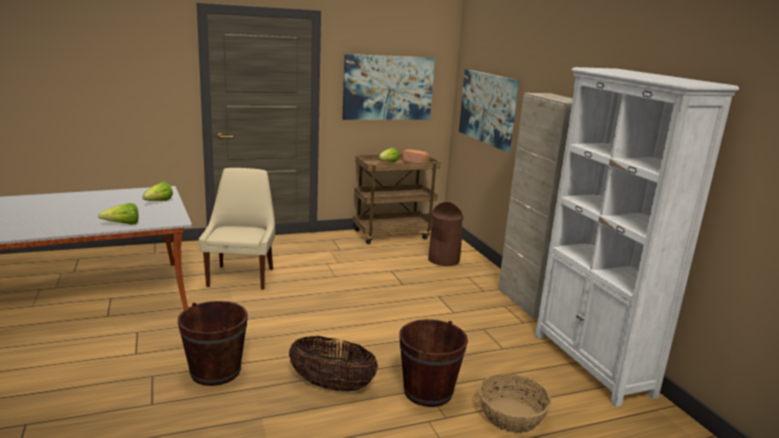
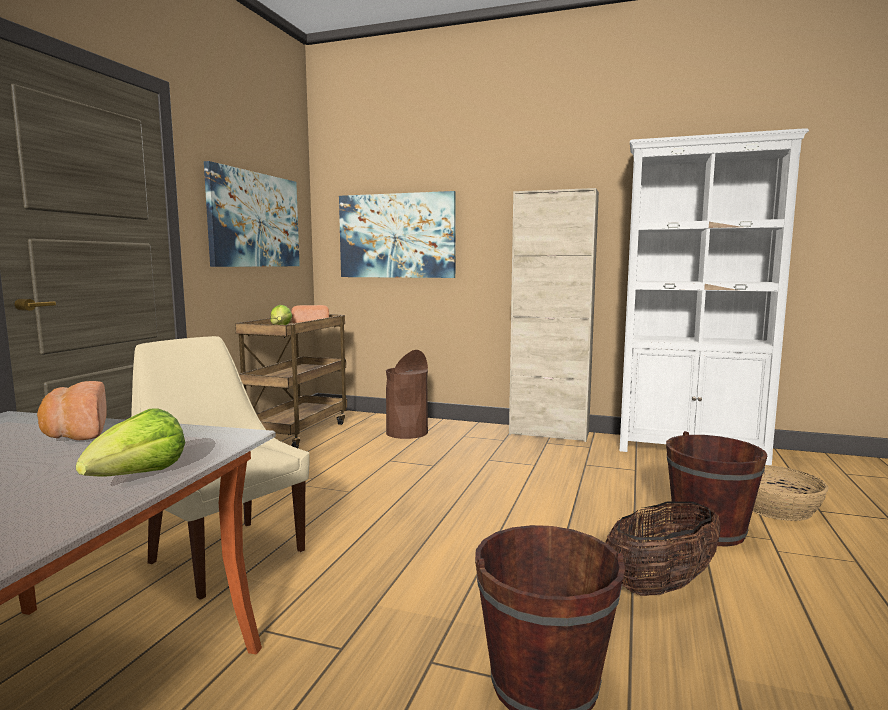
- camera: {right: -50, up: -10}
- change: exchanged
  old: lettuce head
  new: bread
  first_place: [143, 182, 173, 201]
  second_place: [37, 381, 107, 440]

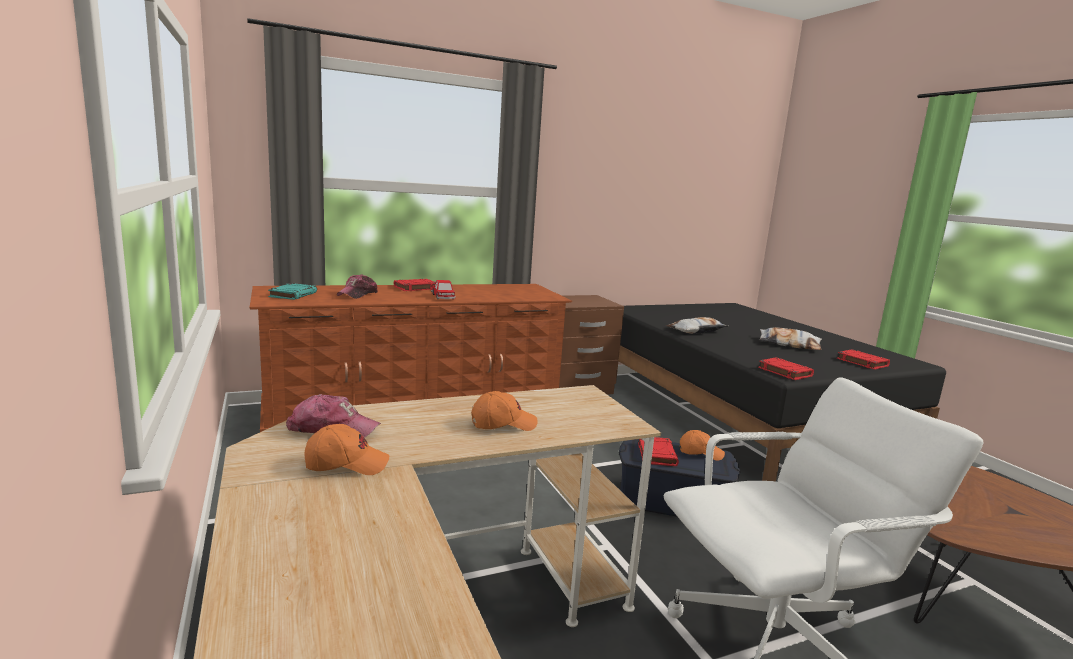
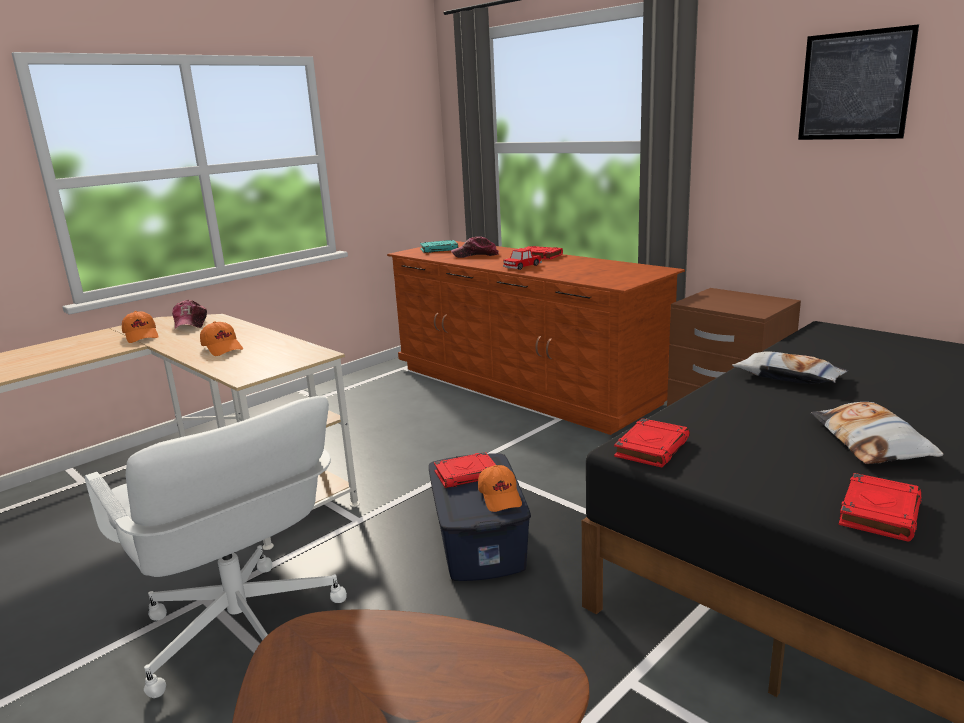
- camera: {right: 70, up: 5}
- change: appeared
  new: picture
  second_place: [798, 24, 919, 140]

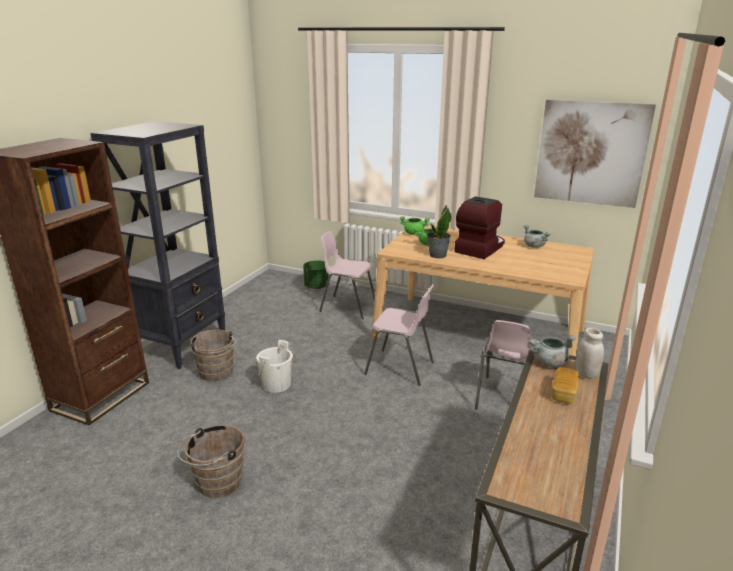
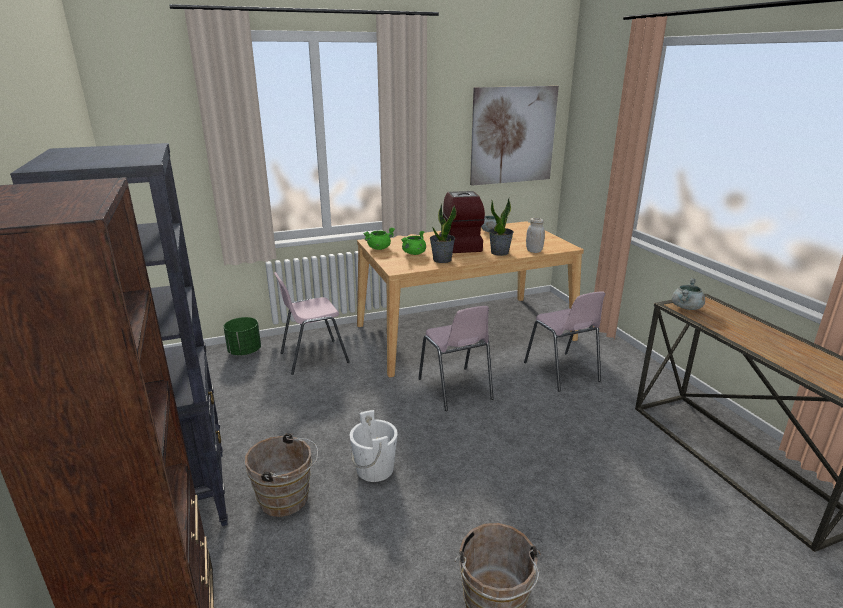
- camera: {right: -45, up: 0}
- change: spun
  old: chair/pinkish
  first_place: [364, 284, 435, 386]
  second_place: [418, 306, 494, 411]
  degrees: 90
- change: missing
  old: bread
  first_place: [552, 367, 579, 404]
- change: relocated
  old: preserve jar/white
  first_place: [576, 328, 604, 379]
  second_place: [526, 218, 545, 253]
- change: appeared
  new: houseplant
  second_place: [489, 198, 514, 256]

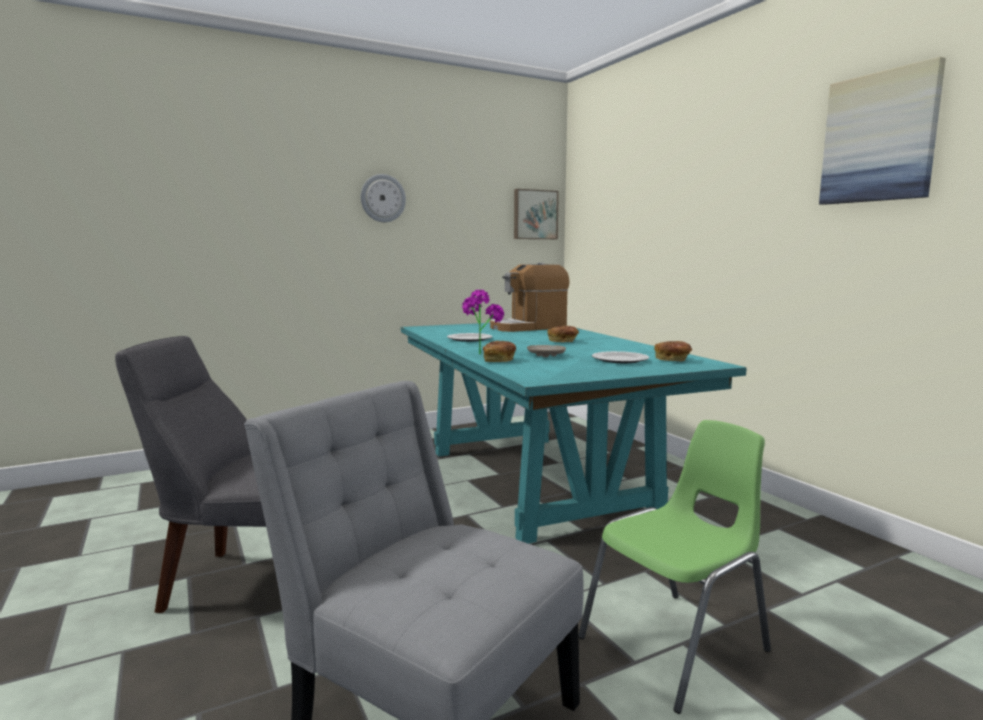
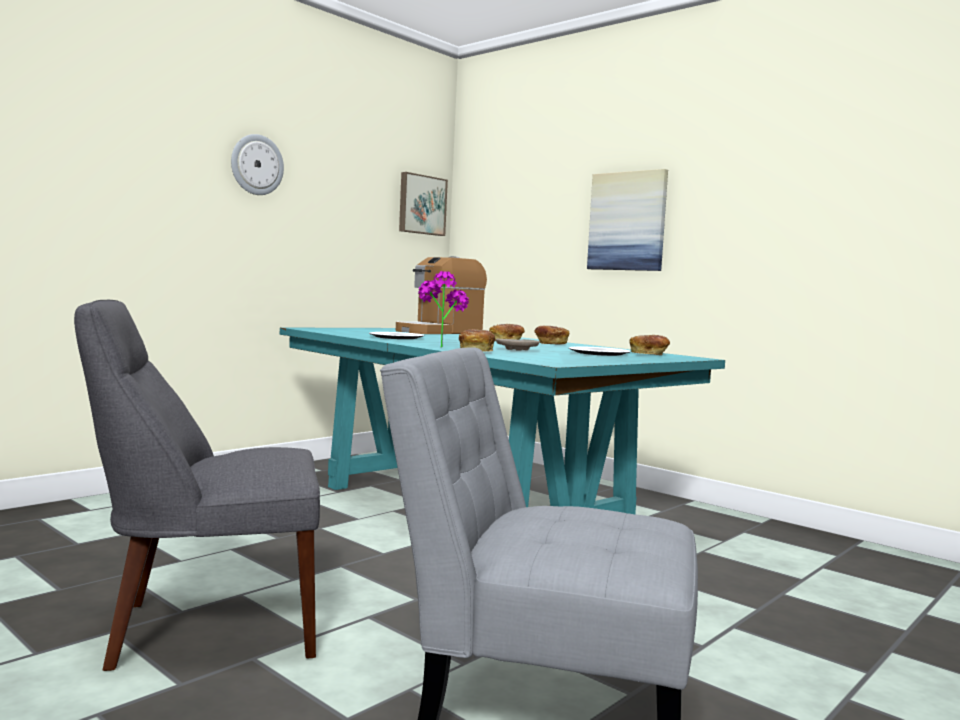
- camera: {right: -20, up: -5}
- change: missing
  old: chair/greenish
  first_place: [578, 420, 771, 714]
- change: relocated
  old: picture
  first_place: [819, 57, 946, 205]
  second_place: [587, 169, 668, 271]
- change: appeared
  new: bread
  second_place: [535, 326, 569, 345]

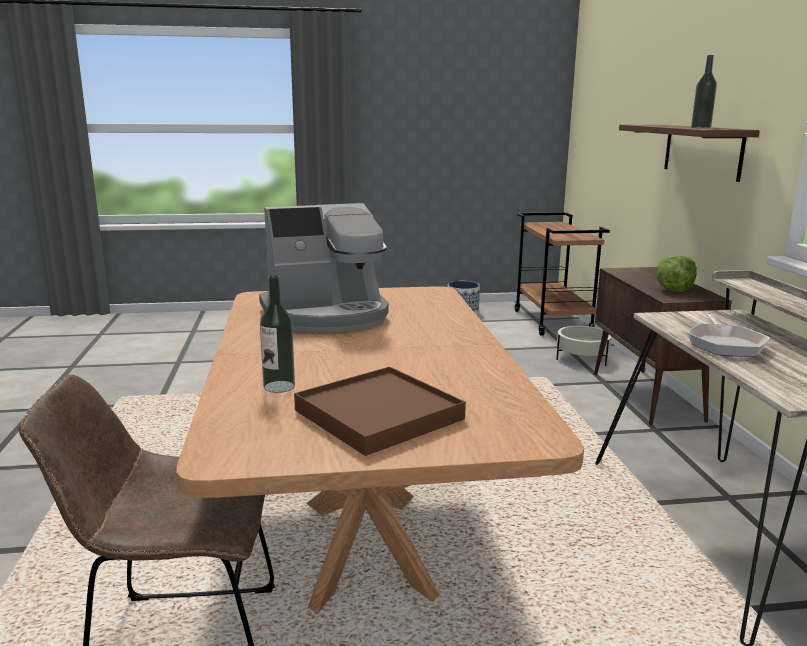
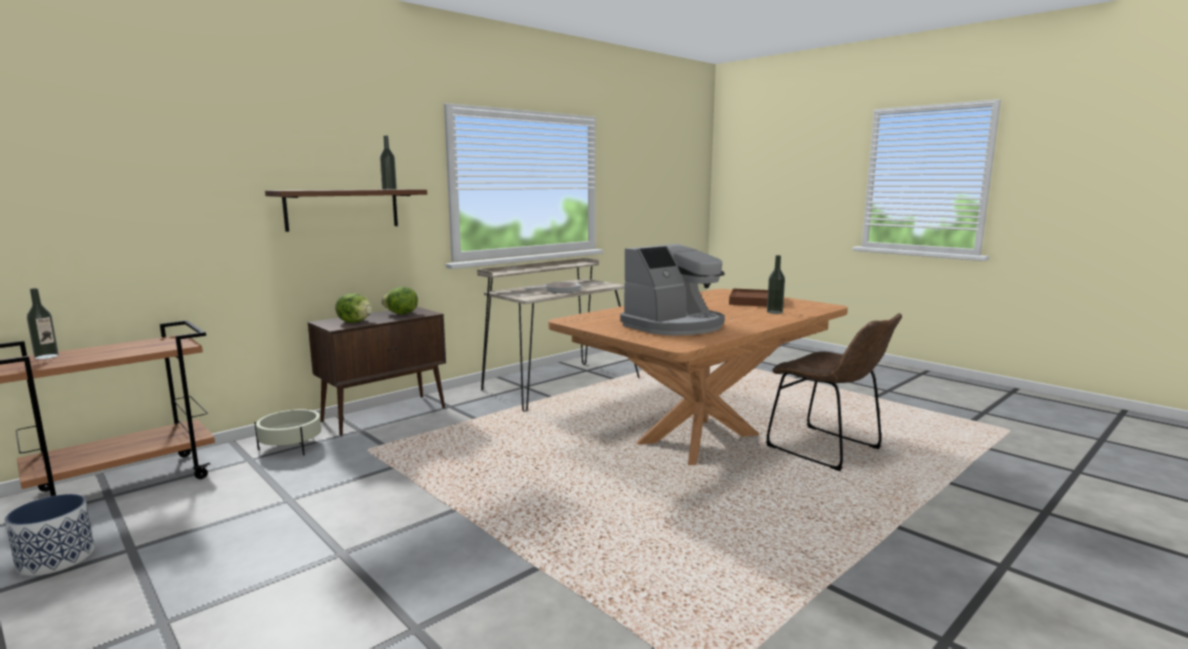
- camera: {right: -125, up: -5}
- change: spun
  old: coffee machine
  first_place: [259, 203, 389, 333]
  second_place: [620, 244, 725, 335]
  degrees: 105
- change: appeared
  new: beverage bottle
  second_place: [27, 288, 59, 359]
- change: appeared
  new: lettuce head
  second_place: [335, 293, 372, 323]

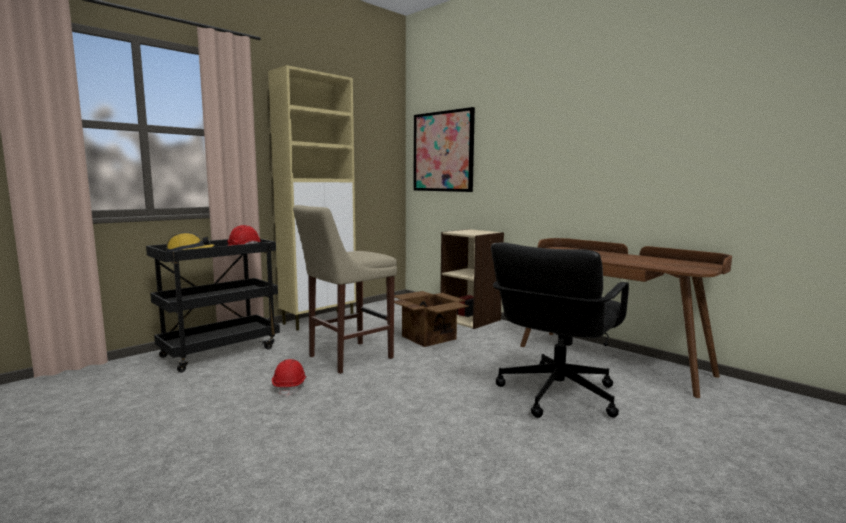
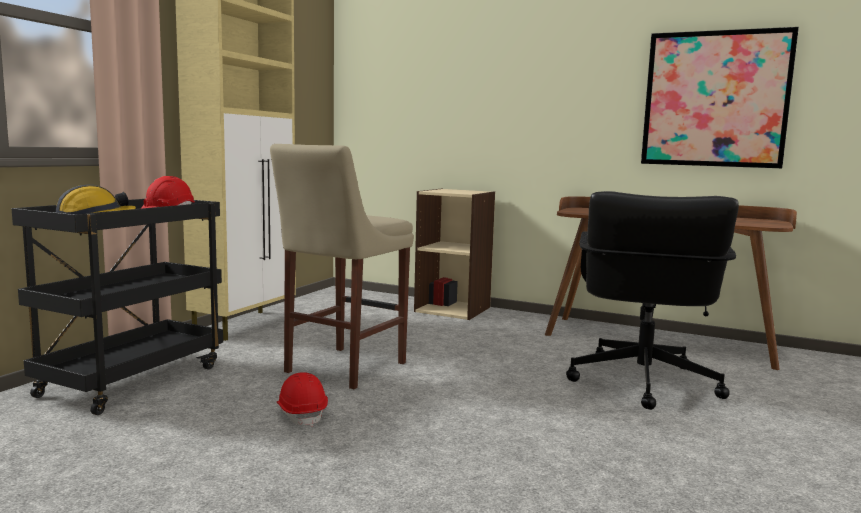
- camera: {right: -20, up: 0}
- change: missing
  old: cardboard box
  first_place: [394, 291, 469, 347]
- change: relocated
  old: picture
  first_place: [414, 107, 475, 192]
  second_place: [641, 27, 799, 168]

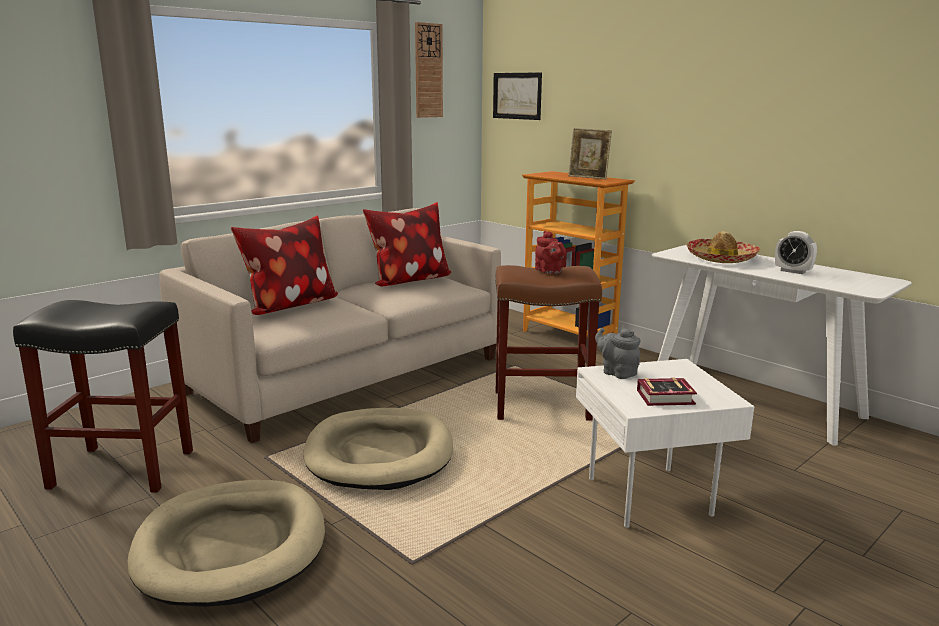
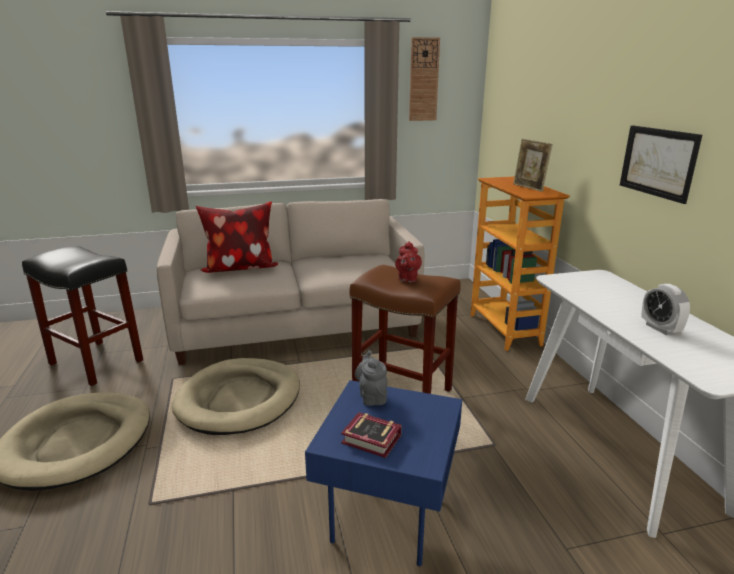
- camera: {right: 30, up: 5}
- change: missing
  old: pillow
  first_place: [363, 202, 451, 286]
- change: relocated
  old: picture
  first_place: [493, 72, 542, 120]
  second_place: [620, 125, 702, 204]
- change: colour
  old: side table/white
  new: side table/bluish
  first_place: [576, 359, 754, 528]
  second_place: [305, 380, 462, 566]
- change: missing
  old: hat
  first_place: [686, 231, 760, 263]

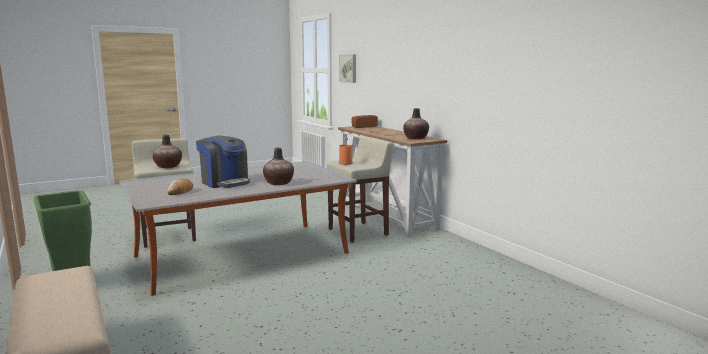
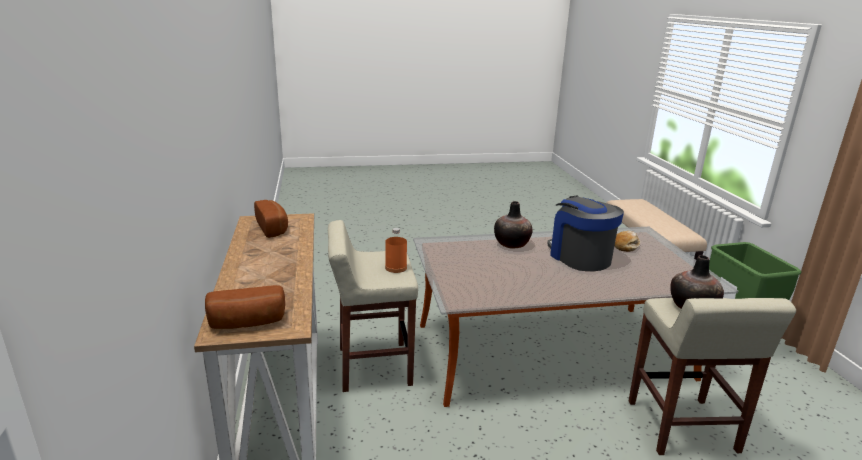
- camera: {right: -160, up: 10}
- change: missing
  old: picture
  first_place: [339, 54, 356, 83]
- change: exchanged
  old: flower vase
  new: bread
  first_place: [403, 108, 429, 139]
  second_place: [254, 200, 288, 238]

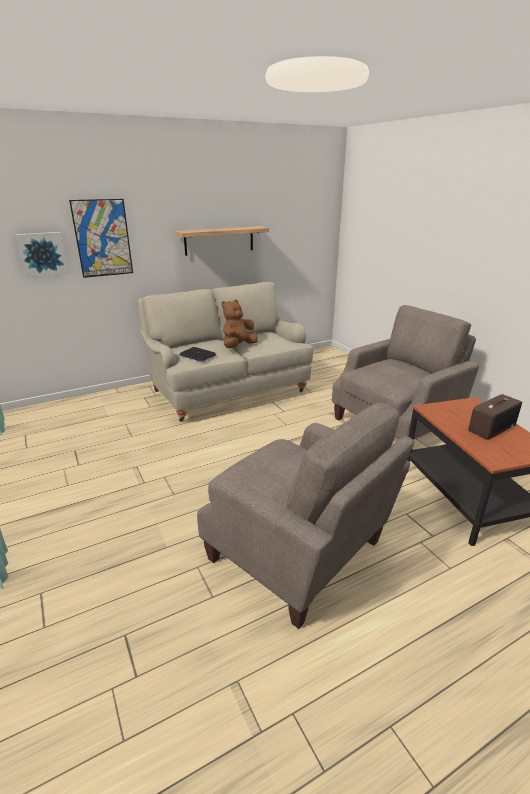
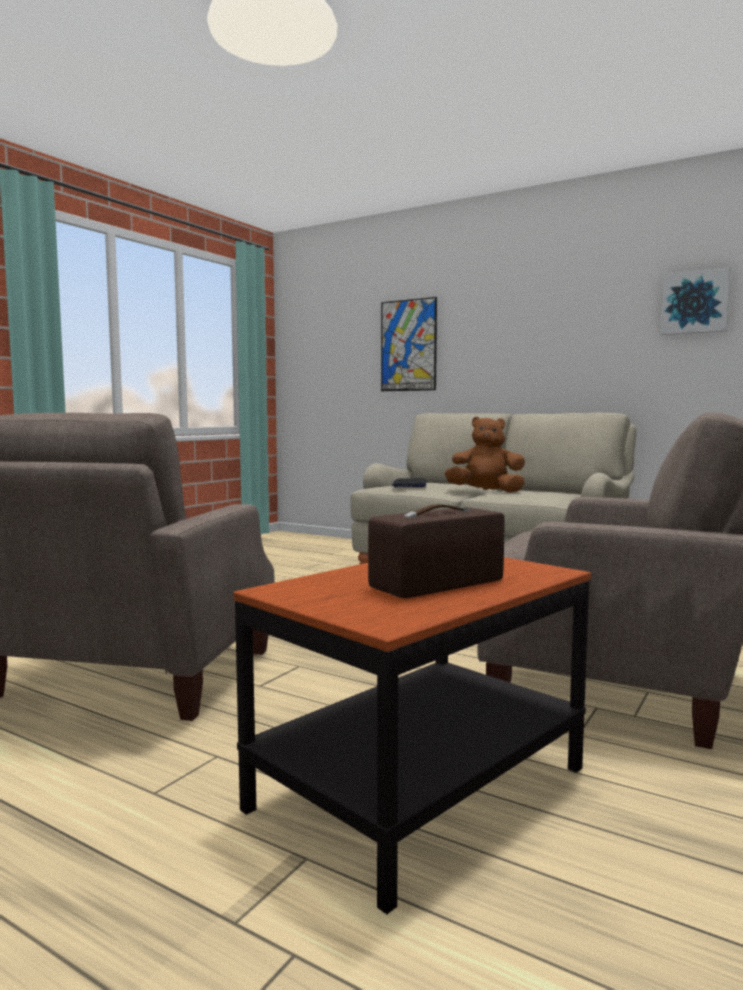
- camera: {right: 60, up: -20}
- change: relocated
  old: picture
  first_place: [16, 232, 69, 277]
  second_place: [661, 267, 731, 335]
- change: missing
  old: bracket shelf
  first_place: [175, 226, 269, 256]
- change: spun
  old: radio set
  first_place: [468, 394, 522, 440]
  second_place: [368, 504, 505, 598]
  degrees: 120

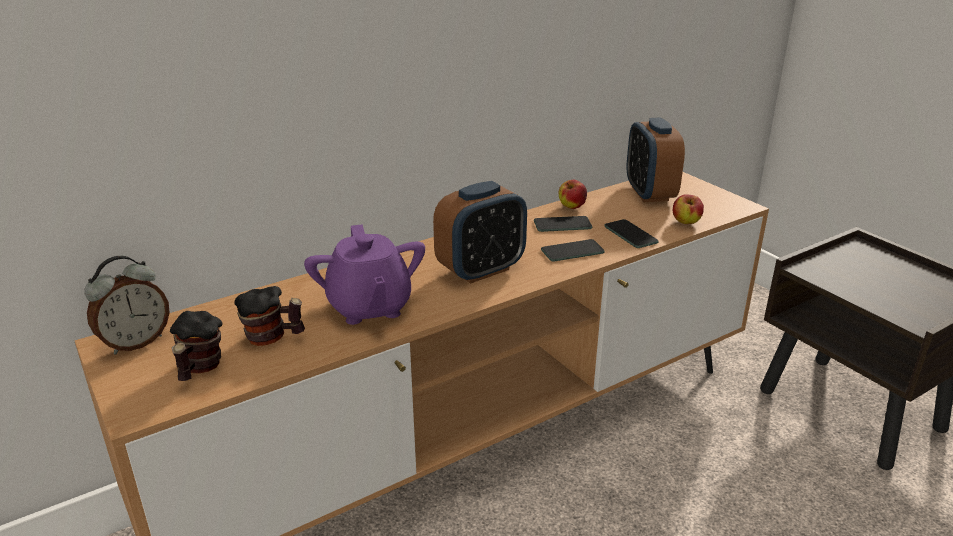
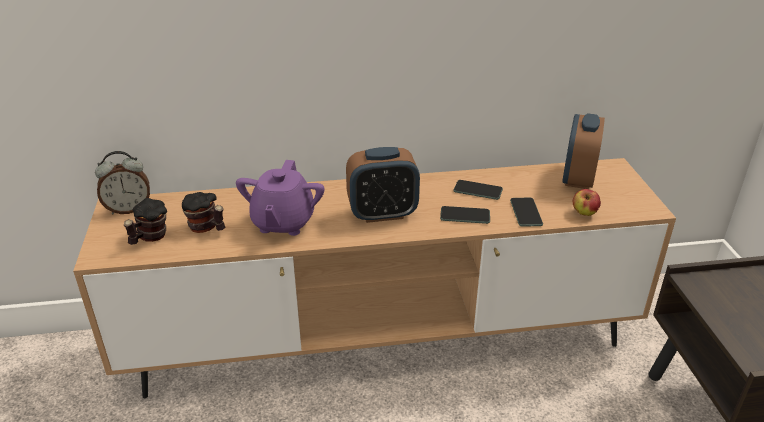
- camera: {right: 25, up: 5}
- change: missing
  old: whole apple
  first_place: [559, 180, 587, 209]

